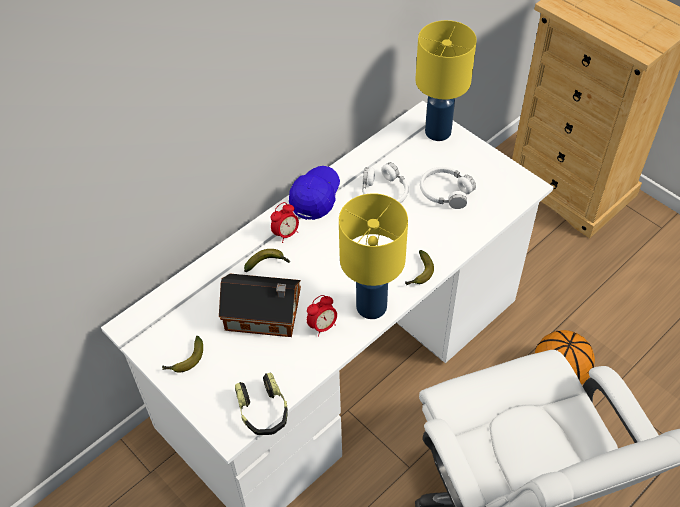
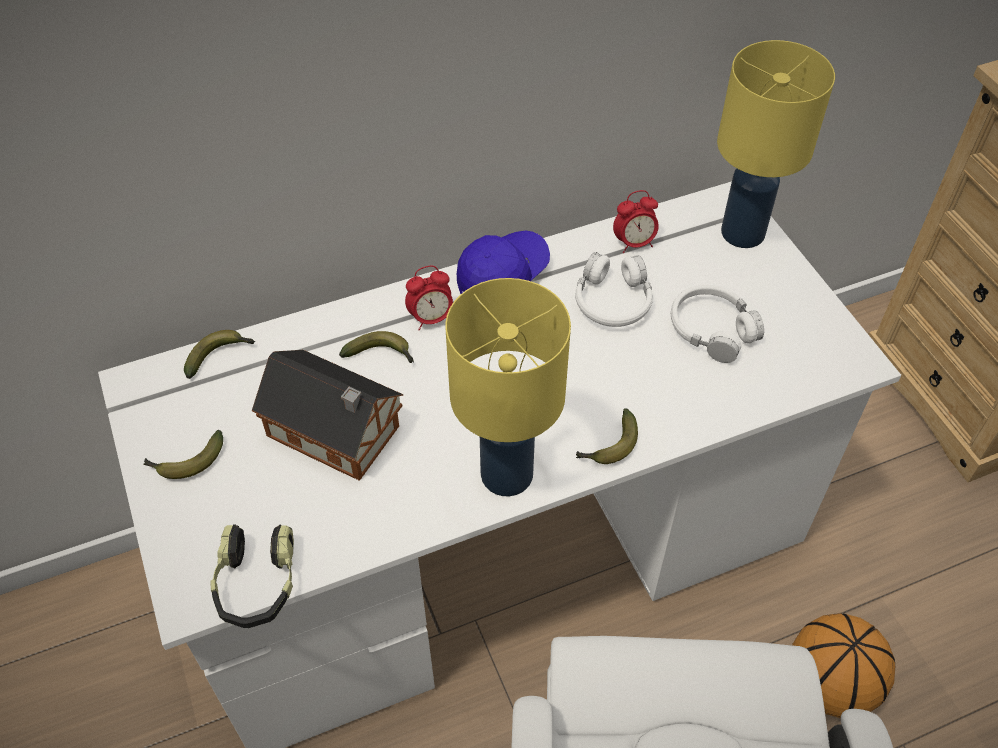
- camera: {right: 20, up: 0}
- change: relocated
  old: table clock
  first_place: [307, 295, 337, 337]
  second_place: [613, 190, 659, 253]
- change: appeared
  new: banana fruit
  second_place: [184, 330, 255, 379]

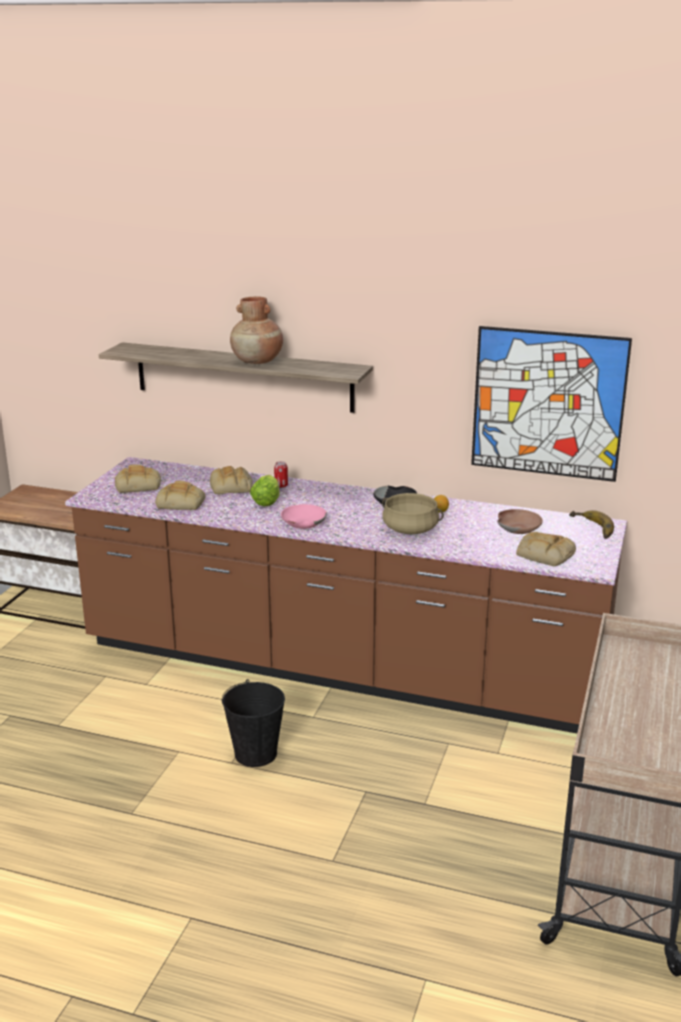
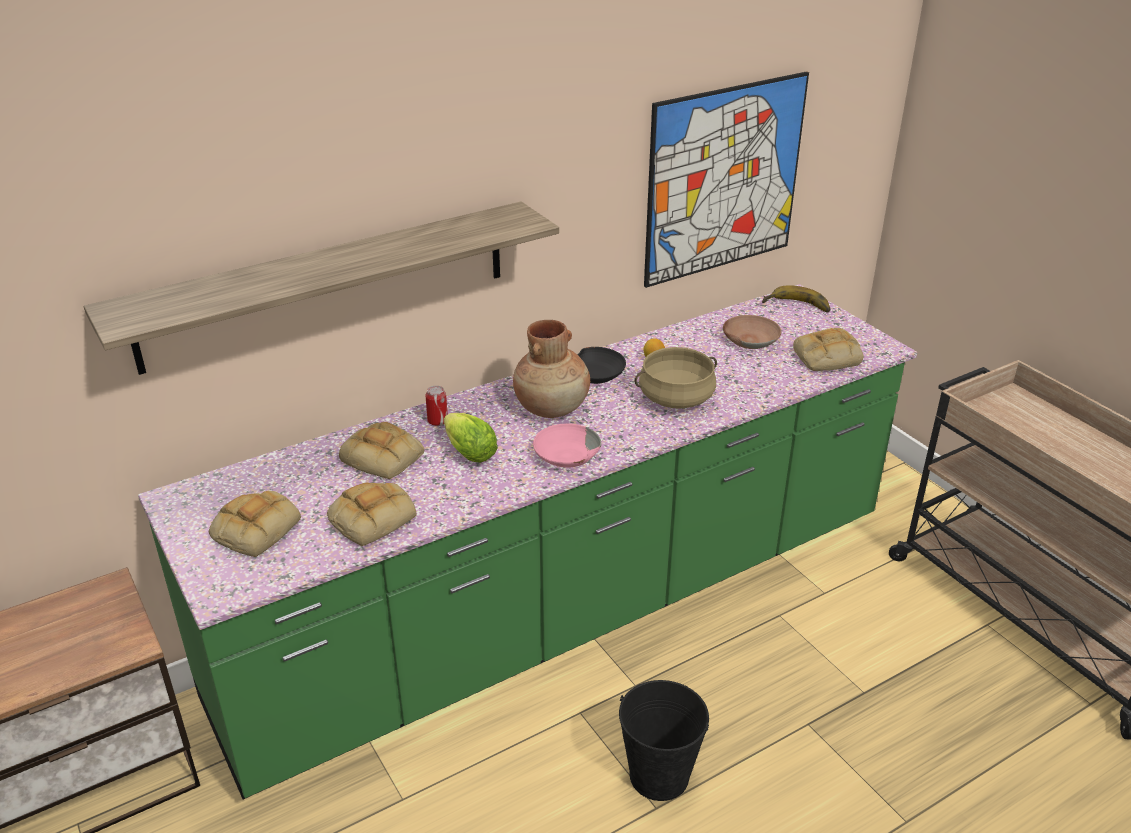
- camera: {right: -50, up: 10}
- change: colour
  old: kitchen base unit/brown
  new: kitchen base unit/greenish
  first_place: [65, 457, 627, 733]
  second_place: [138, 284, 917, 799]
- change: relocated
  old: flower vase/brown
  first_place: [230, 297, 283, 364]
  second_place: [513, 320, 590, 418]

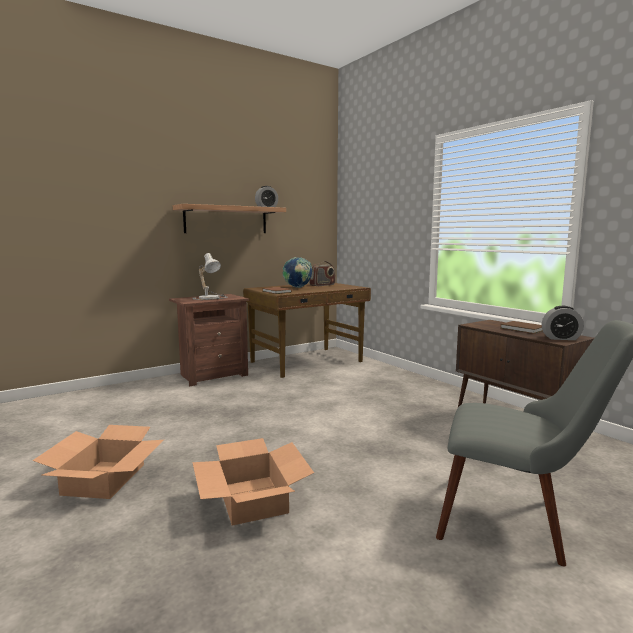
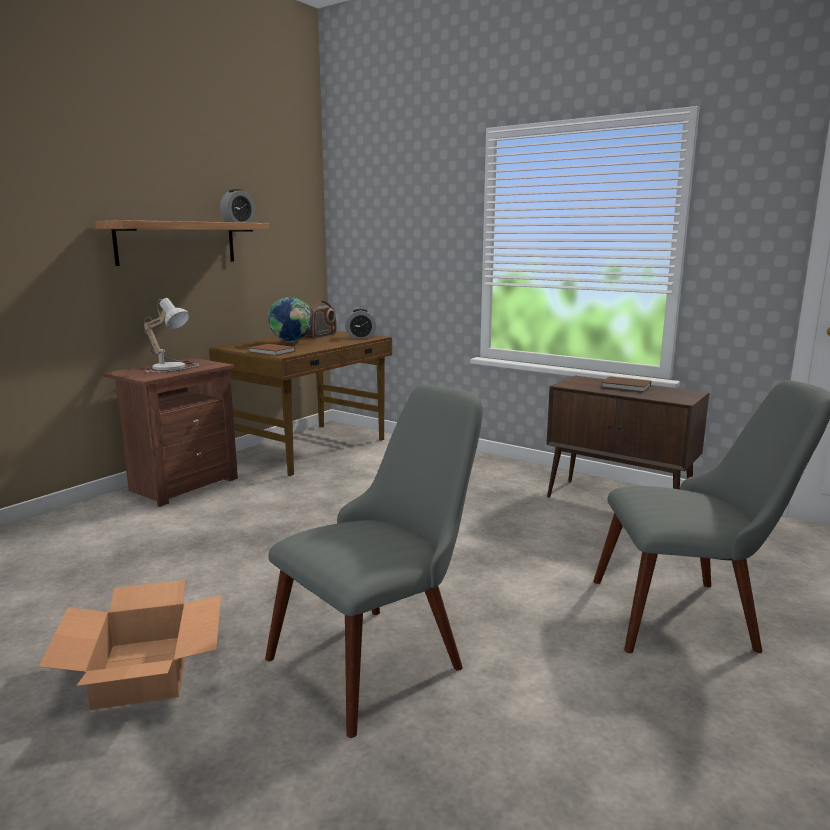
- camera: {right: -20, up: 5}
- change: exchanged
  old: cardboard box
  new: chair/greyish
  first_place: [192, 438, 314, 526]
  second_place: [265, 384, 483, 738]
- change: relocated
  old: table clock
  first_place: [542, 306, 584, 340]
  second_place: [345, 309, 376, 338]

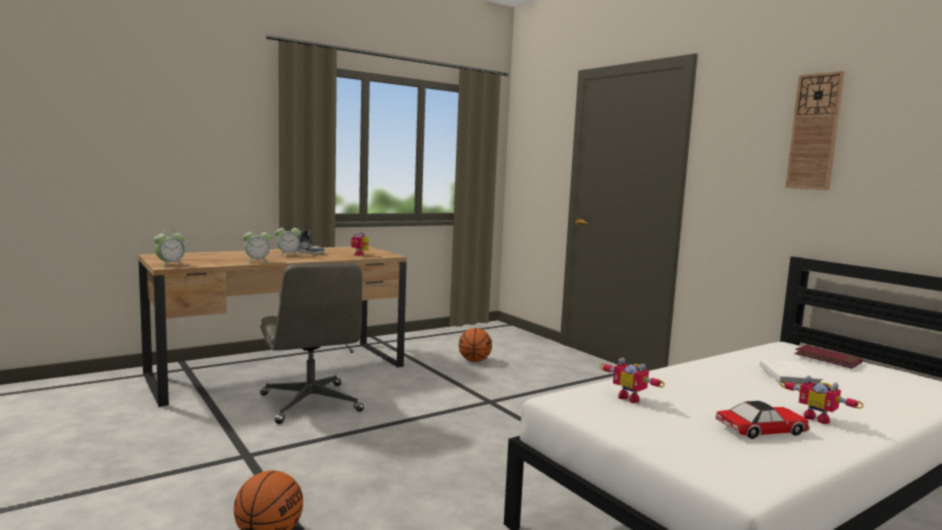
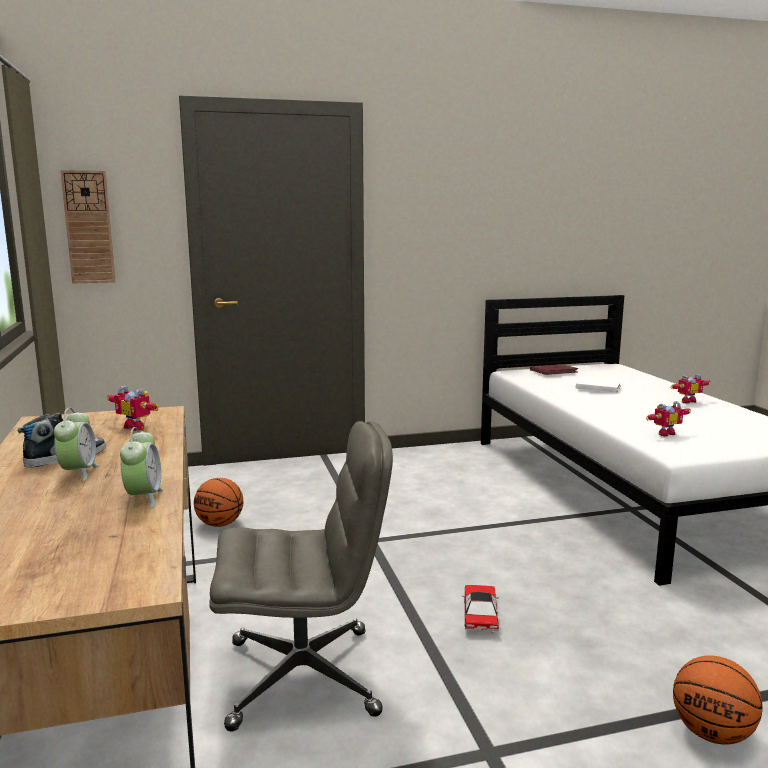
- camera: {right: -70, up: 5}
- change: missing
  old: table clock
  first_place: [154, 232, 186, 267]
- change: relocated
  old: toy car
  first_place: [715, 401, 810, 439]
  second_place: [462, 585, 499, 633]
- change: relocated
  old: wall clock
  first_place: [785, 71, 845, 190]
  second_place: [60, 170, 116, 283]

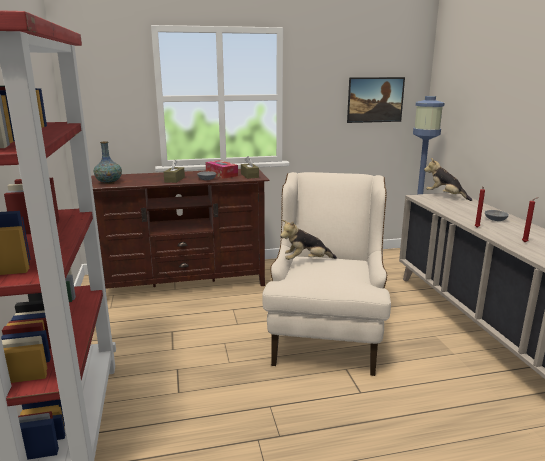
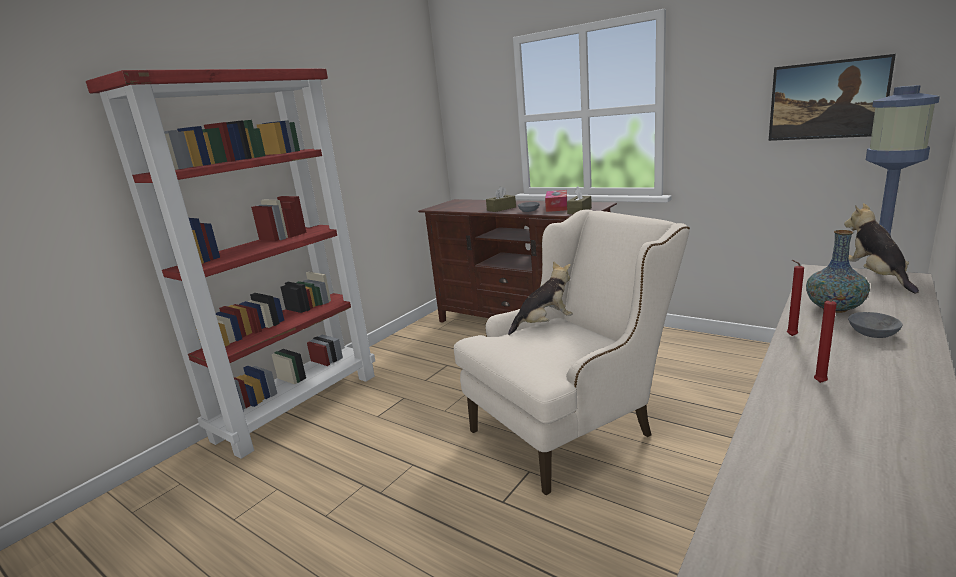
- camera: {right: 50, up: 0}
- change: relocated
  old: flower vase
  first_place: [94, 141, 122, 184]
  second_place: [806, 230, 870, 313]
- change: spun
  old: soft toy
  first_place: [280, 220, 337, 260]
  second_place: [508, 261, 573, 335]
  degrees: 120

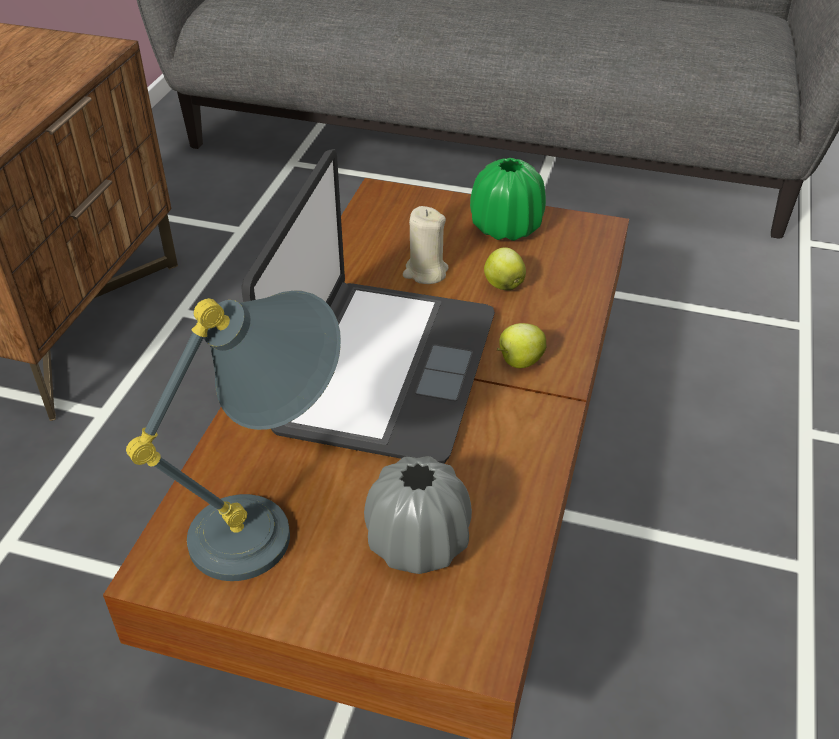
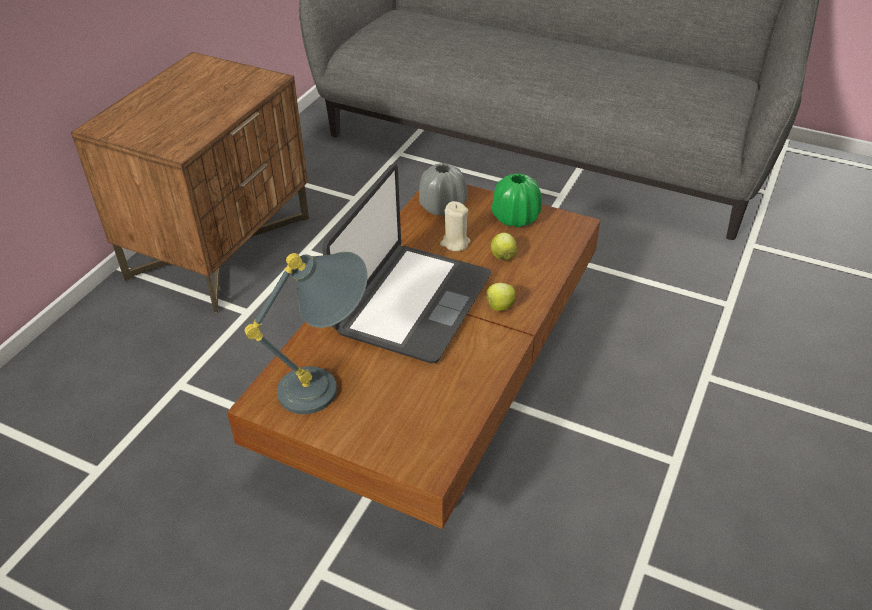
- camera: {right: 10, up: 0}
- change: relocated
  old: flower vase/greyish
  first_place: [364, 456, 472, 574]
  second_place: [419, 163, 468, 216]

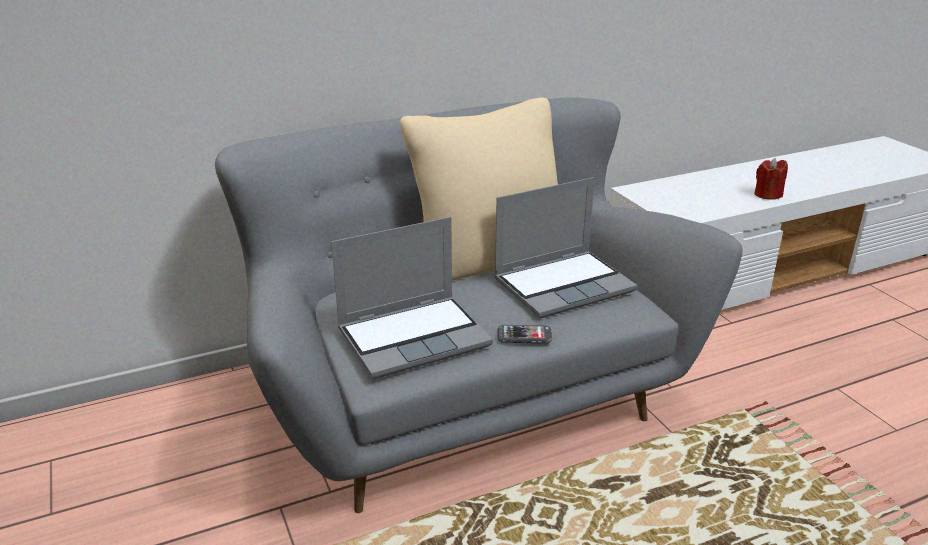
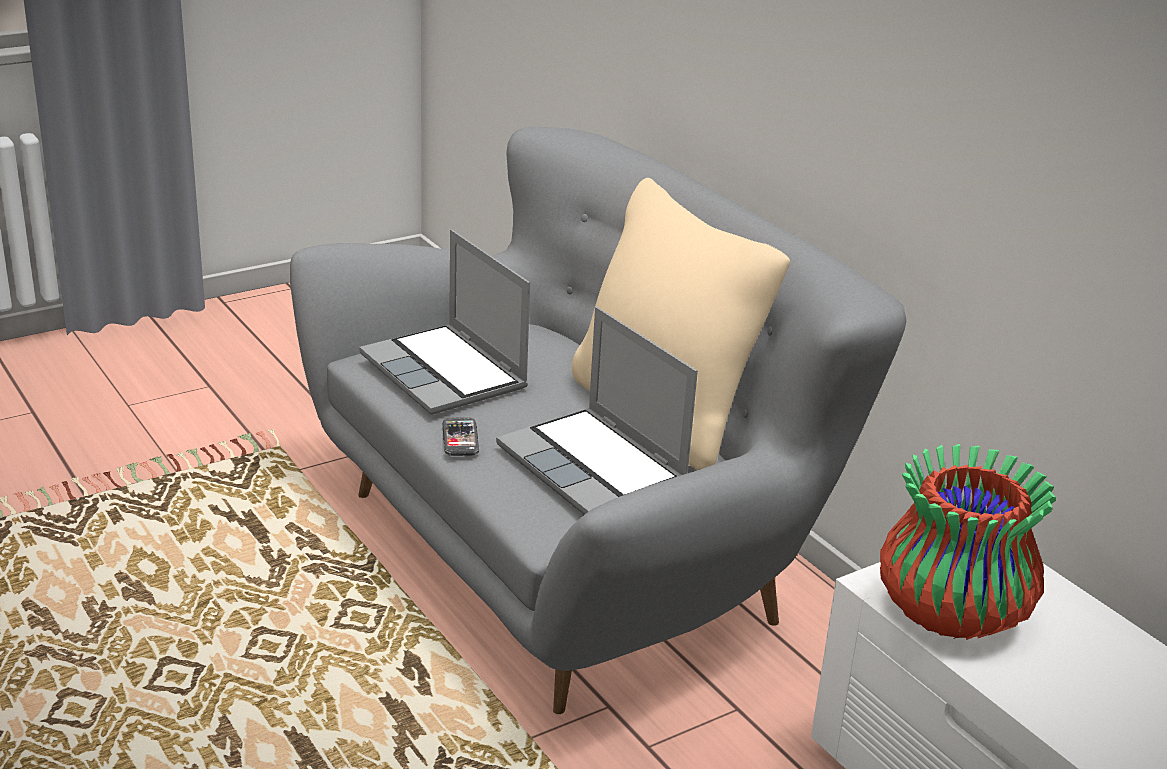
- camera: {right: 80, up: 0}
- change: missing
  old: wax light/reddish
  first_place: [754, 158, 788, 199]
- change: appeared
  new: flower vase
  second_place: [880, 444, 1056, 640]

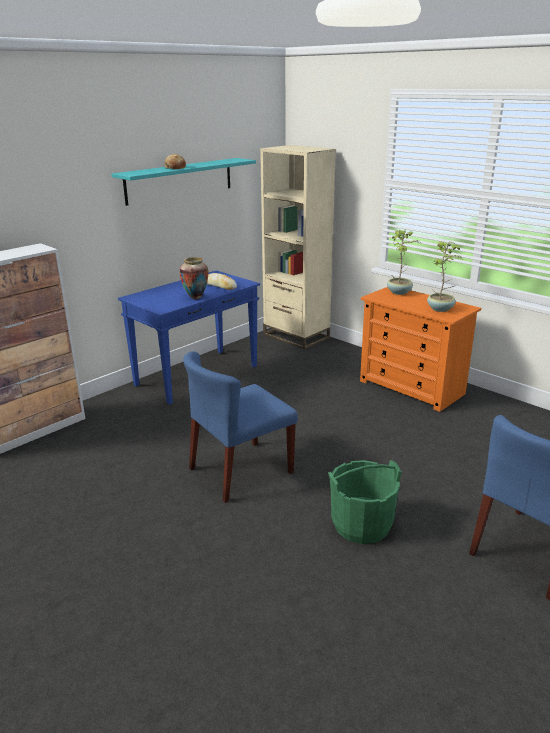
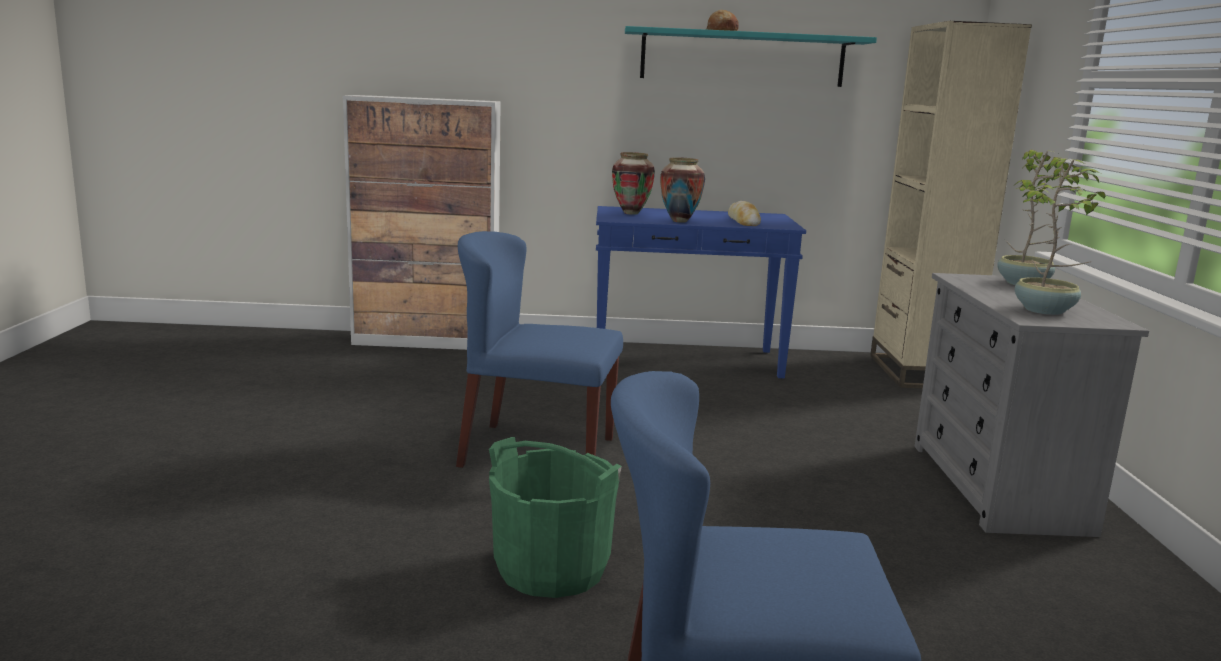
- camera: {right: 45, up: -10}
- change: colour
  old: chest of drawers/orange
  new: chest of drawers/greyish
  first_place: [360, 287, 481, 412]
  second_place: [914, 273, 1149, 537]
- change: appeared
  new: flower vase
  second_place: [612, 152, 655, 215]

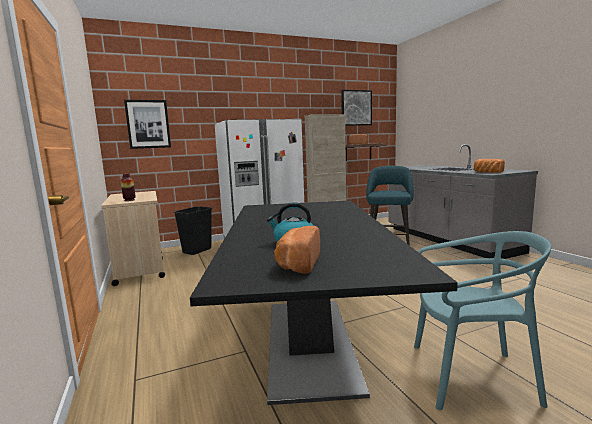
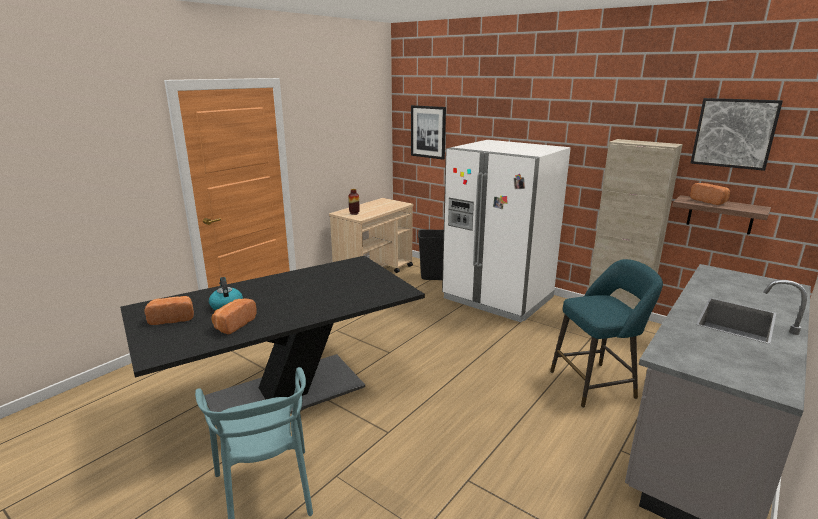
- camera: {right: 60, up: 10}
- change: relocated
  old: bread
  first_place: [474, 159, 505, 173]
  second_place: [211, 299, 257, 334]

